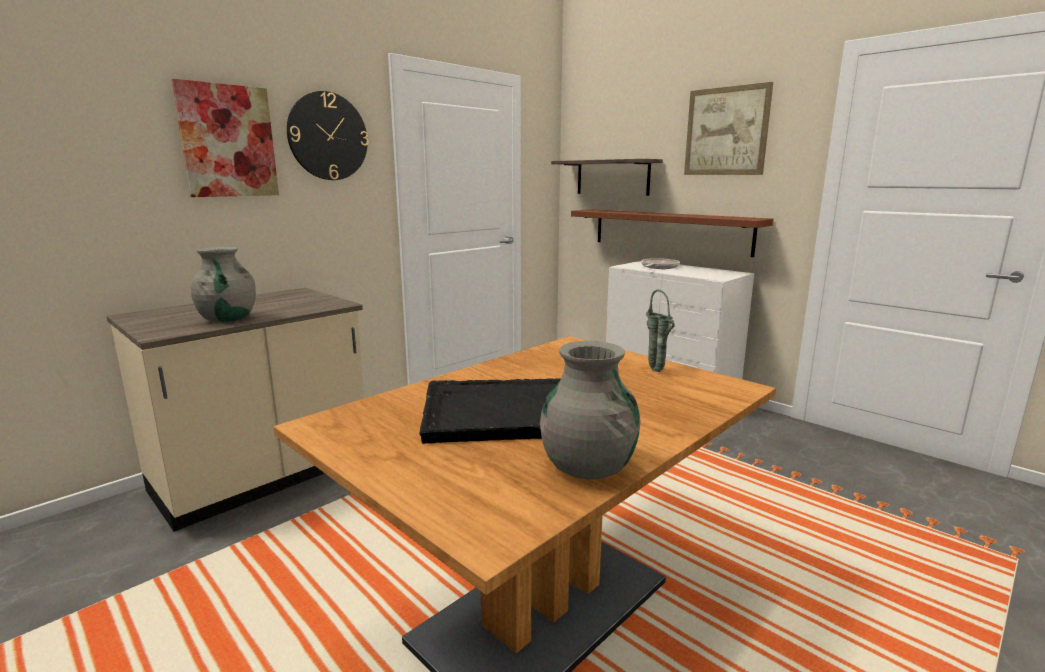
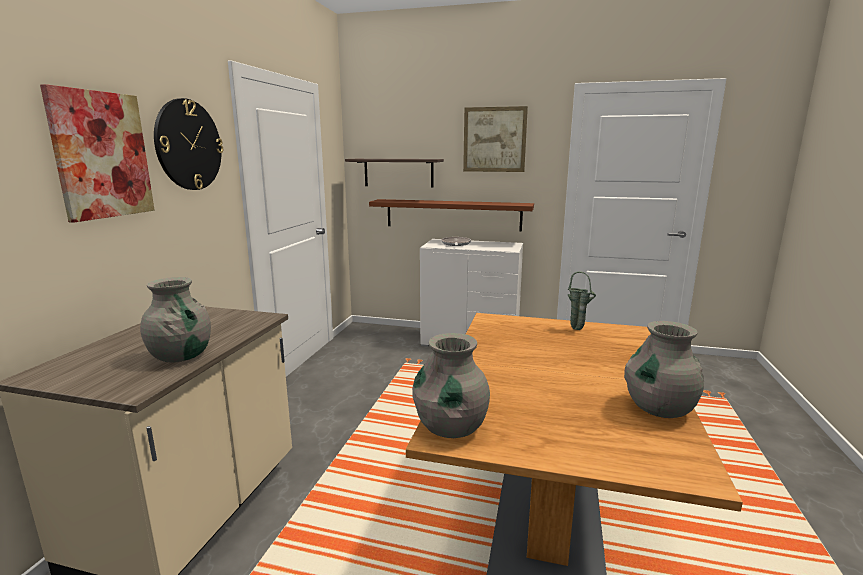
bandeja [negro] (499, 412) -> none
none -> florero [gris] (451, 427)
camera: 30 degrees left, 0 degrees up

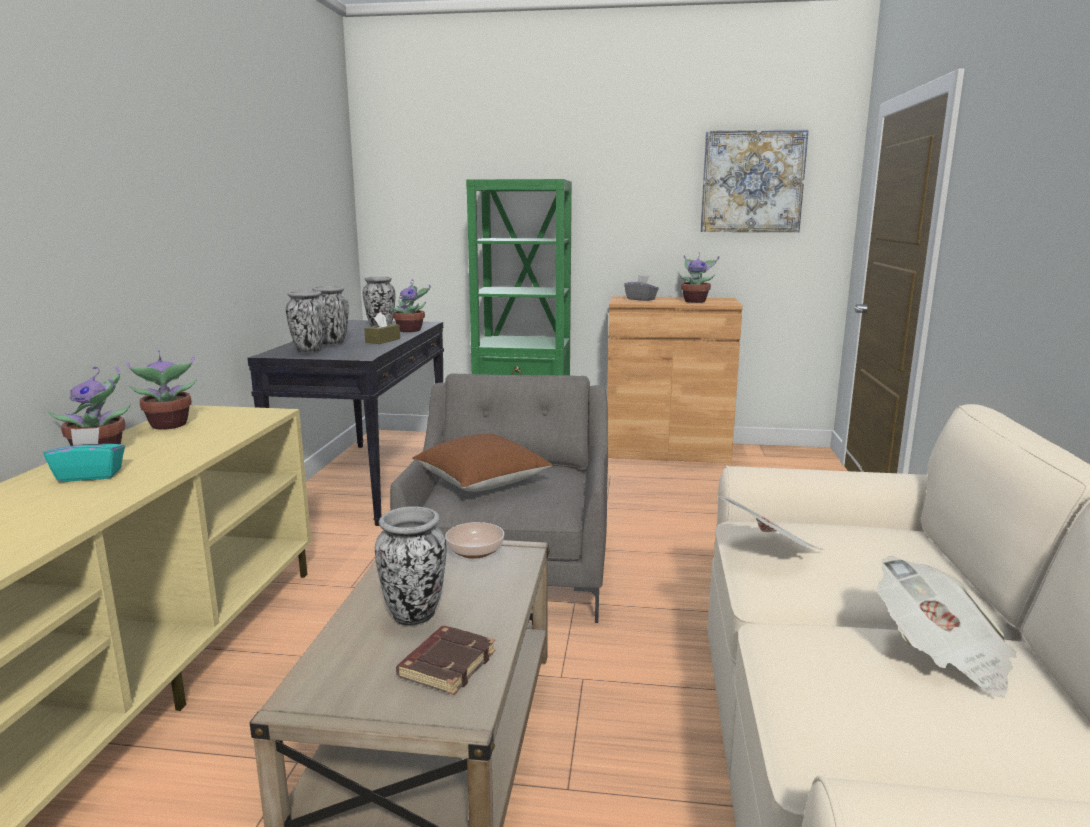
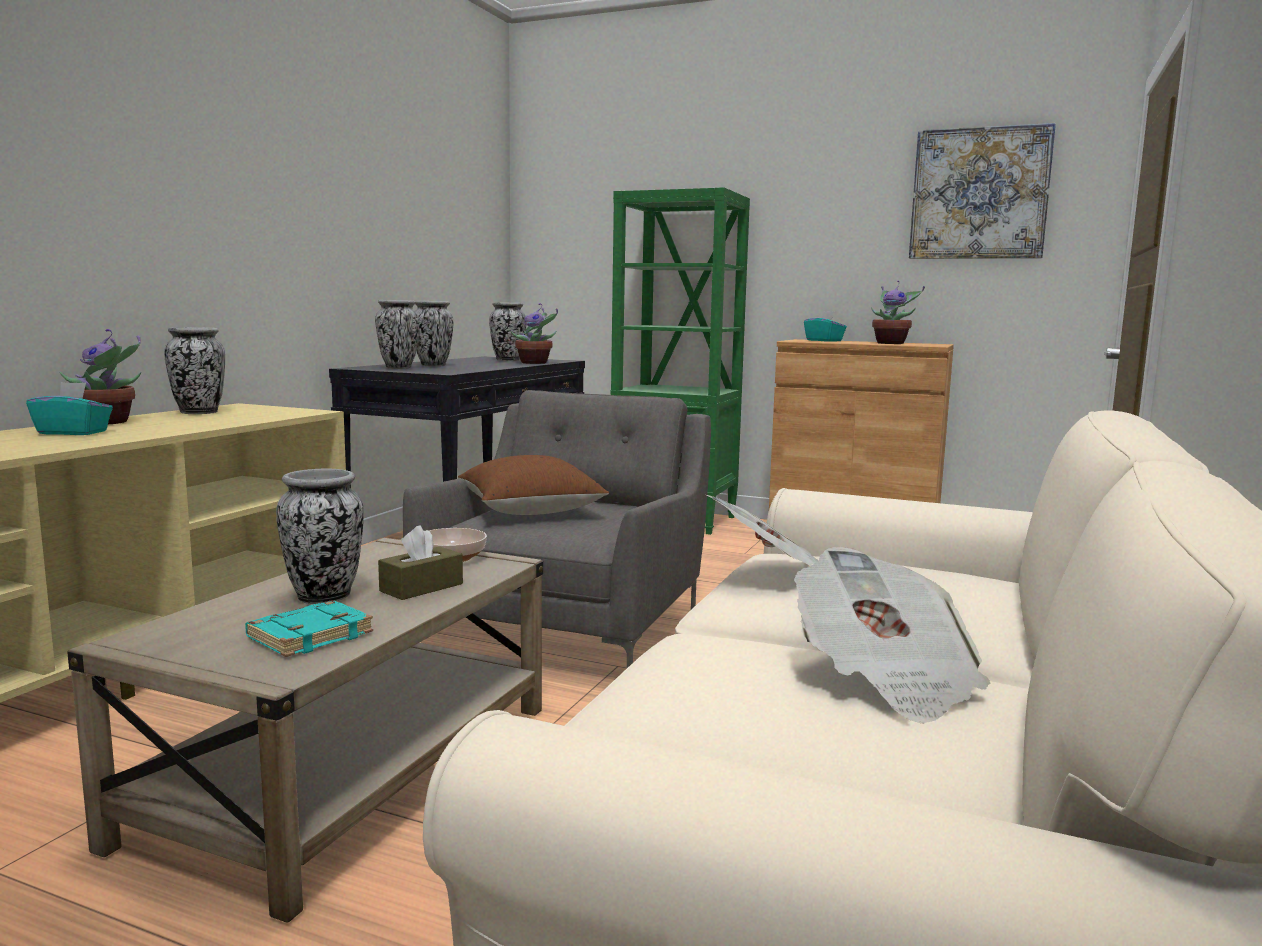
caja de pañuelos [marrón] (383, 340) -> caja de pañuelos [marrón] (421, 587), relocated
planta en maceta (169, 426) -> florero (199, 412)
libro [marrón] (446, 664) -> libro [turquesa] (310, 635)
caja de pañuelos [gris] (641, 299) -> caja de pañuelos [turquesa] (824, 341)
camera: 15 degrees right, 5 degrees down

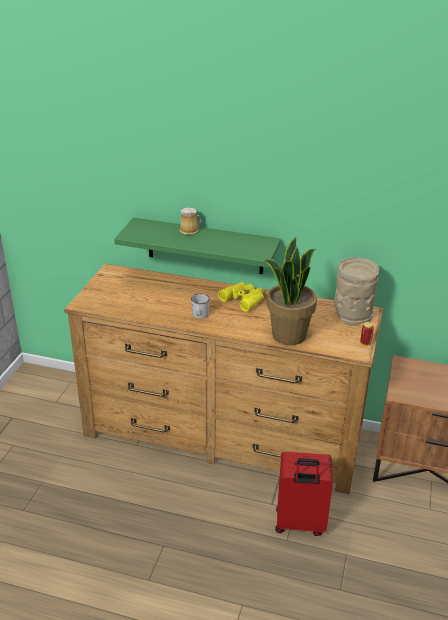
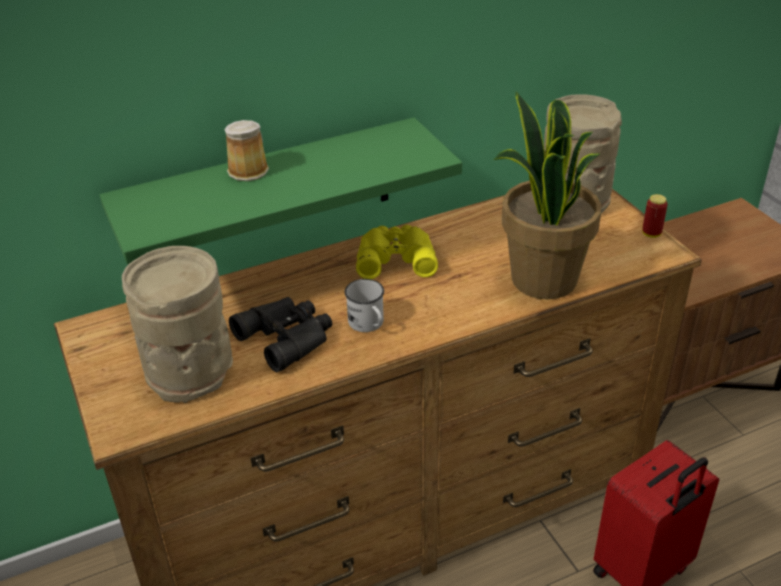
none -> florero [beis] (191, 372)
none -> prismáticos [negro] (288, 336)
camera: 40 degrees left, 5 degrees up

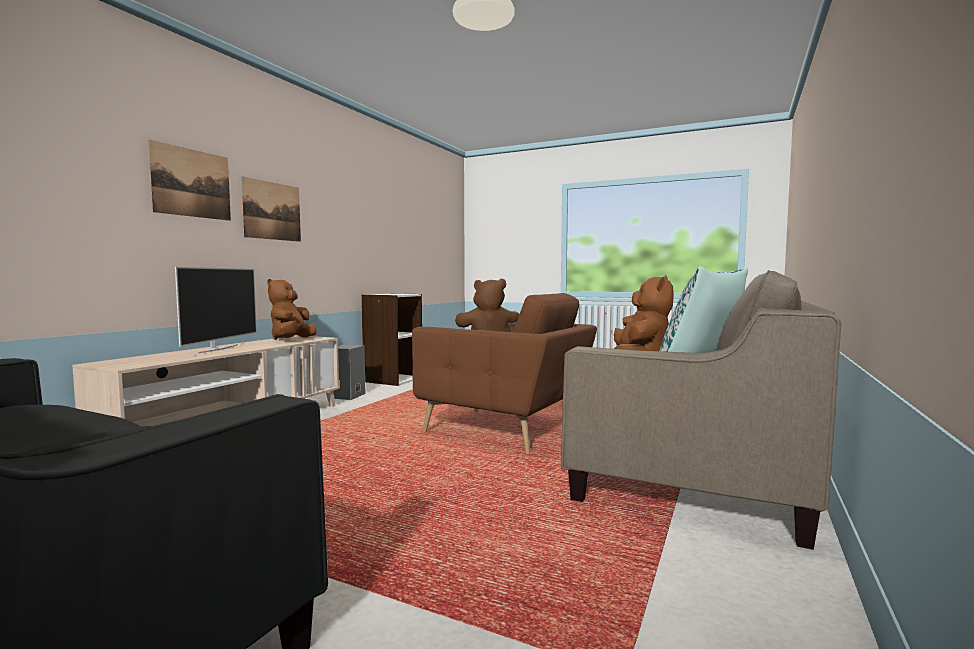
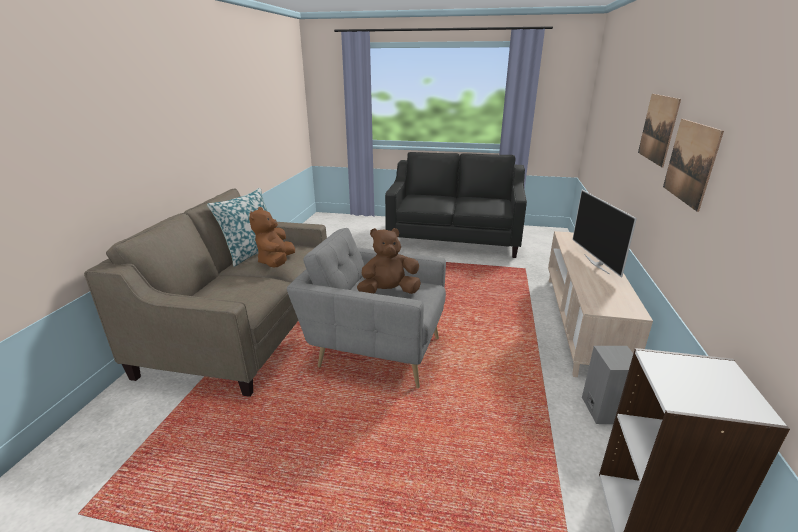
peluche [marrón] (291, 340) -> none
sillón [marrón] (504, 431) -> sillón [gris] (375, 350)
camera: 165 degrees right, 20 degrees up

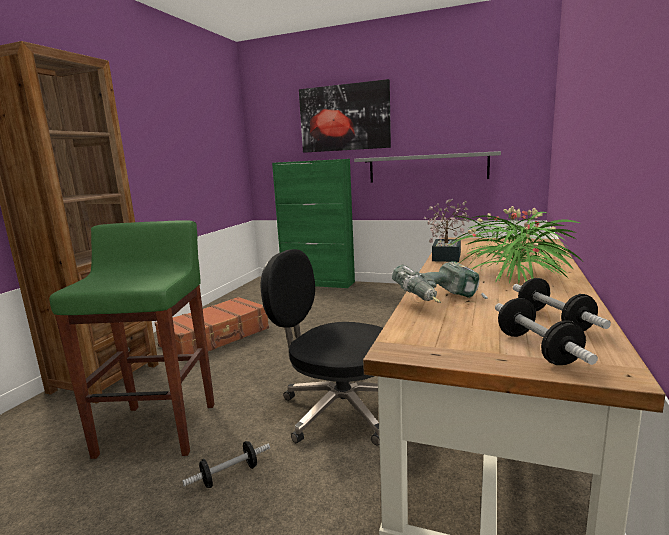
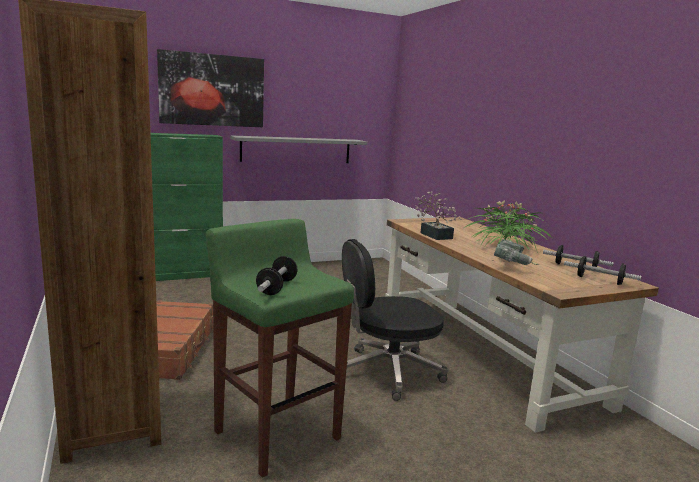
mancuerna (229, 475) -> mancuerna (277, 287), relocated
camera: 45 degrees left, 0 degrees up

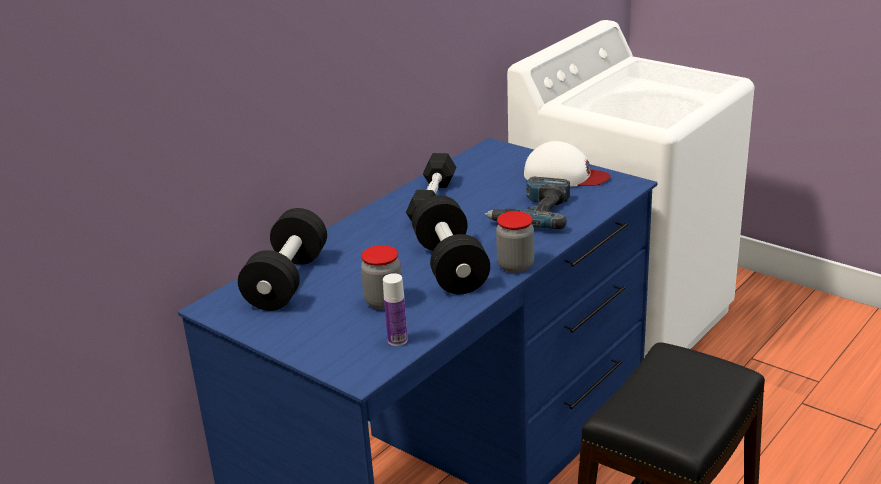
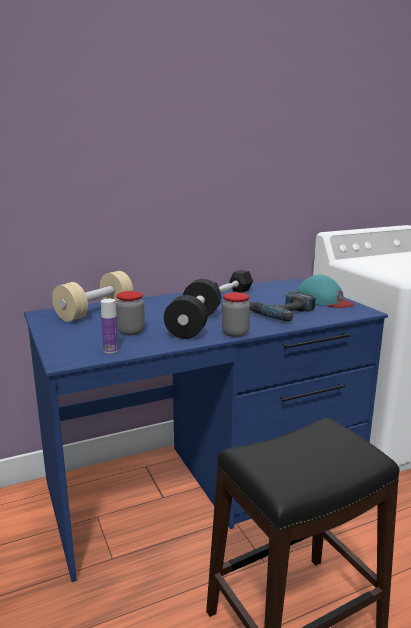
mancuerna [negro] (287, 281) -> mancuerna [beis] (95, 312)
gorra [blanco] (564, 176) -> gorra [turquesa] (324, 300)
camera: 25 degrees right, 10 degrees down

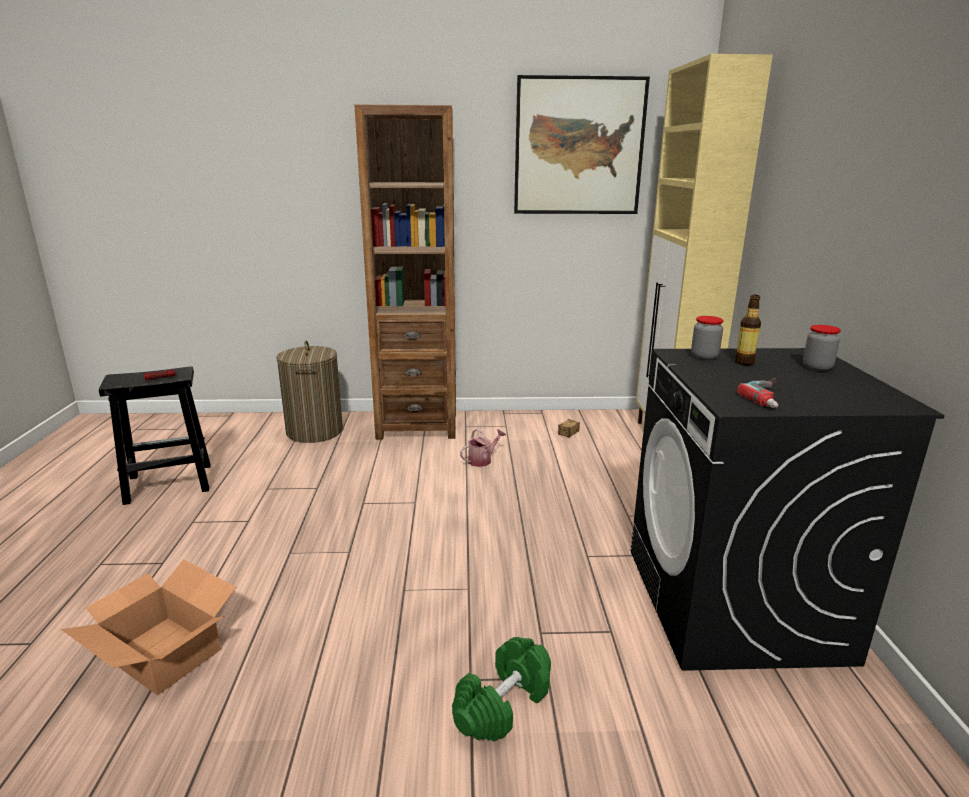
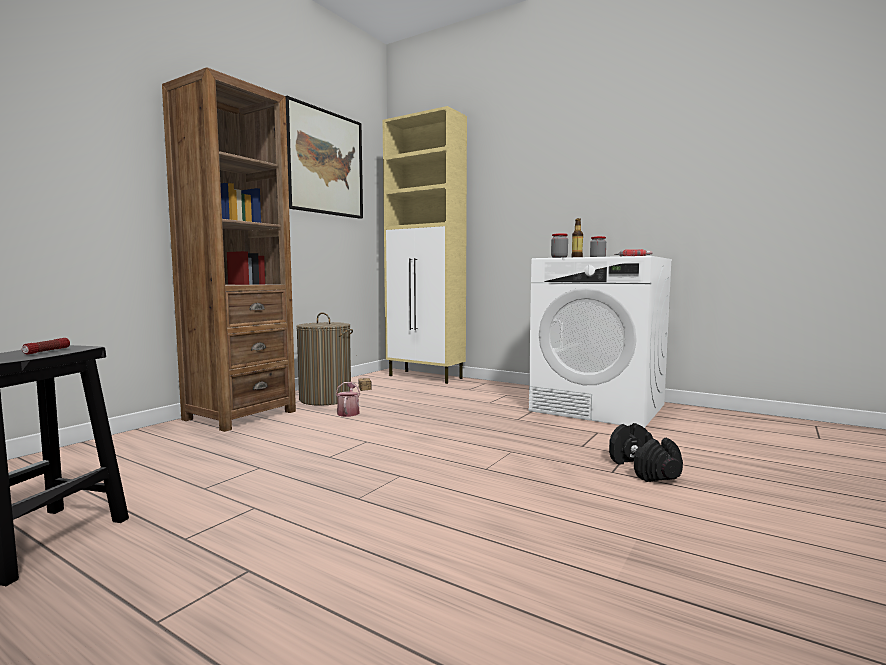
caja de cartón (164, 653) -> none
cesto de la ropa (314, 431) -> cesto de la ropa (325, 399), relocated
mancuerna [verde] (503, 705) -> mancuerna [negro] (643, 469)
lavadora [negro] (734, 603) -> lavadora [blanco] (599, 408)
camera: 55 degrees left, 15 degrees down

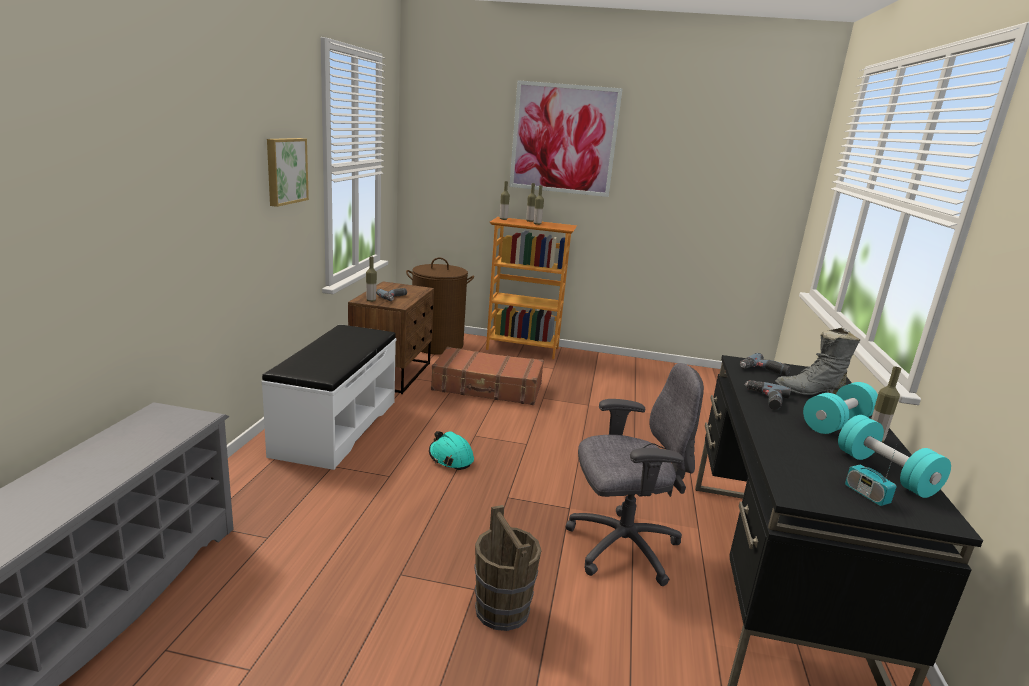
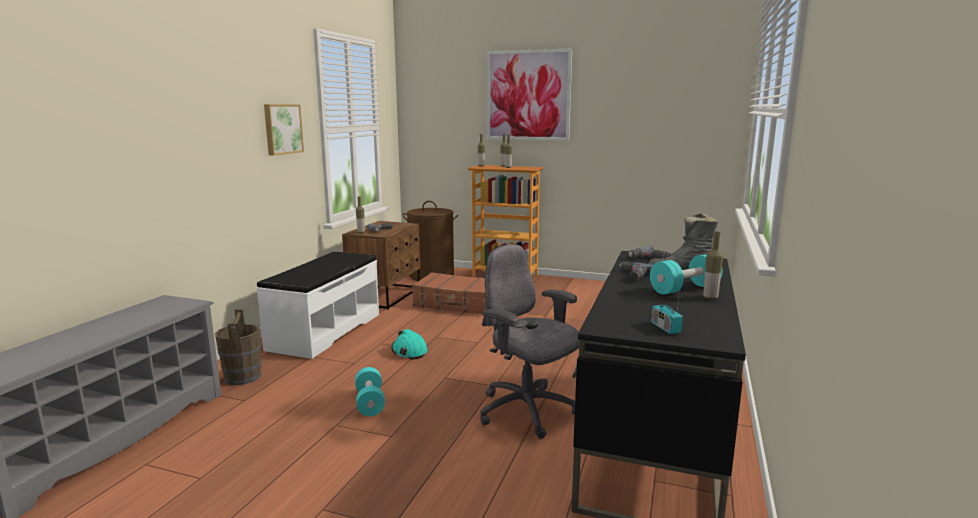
cubo [marrón] (502, 610) -> cubo [marrón] (242, 377), relocated
mancuerna [turquesa] (885, 473) -> mancuerna [turquesa] (370, 402), relocated
silla de oficina [gris] (621, 547) -> silla de oficina [gris] (527, 412), 135 degrees counterclockwise
camera: 10 degrees right, 5 degrees down

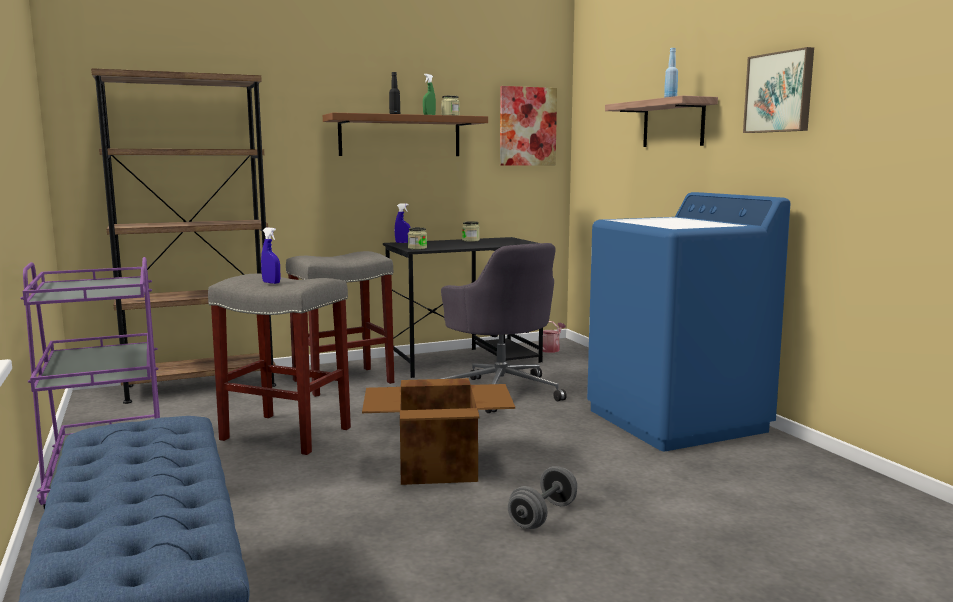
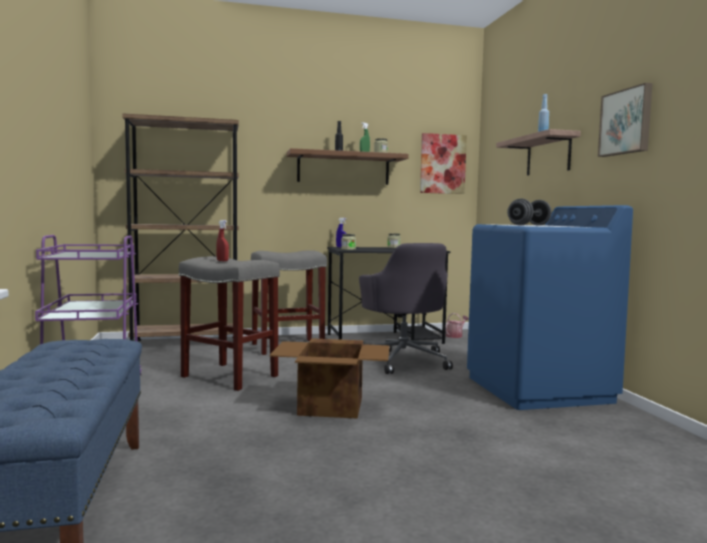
mancuerna [gris] (543, 515) -> mancuerna [gris] (529, 225), relocated
pulverizador [azul] (271, 283) -> pulverizador [rojo] (222, 261)
camera: 10 degrees right, 5 degrees down

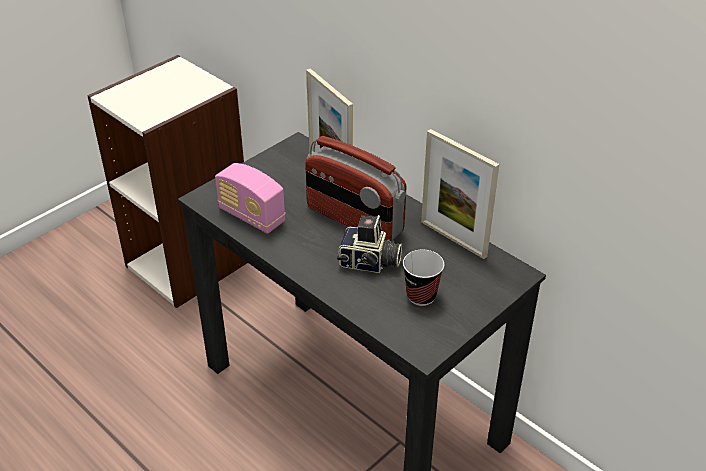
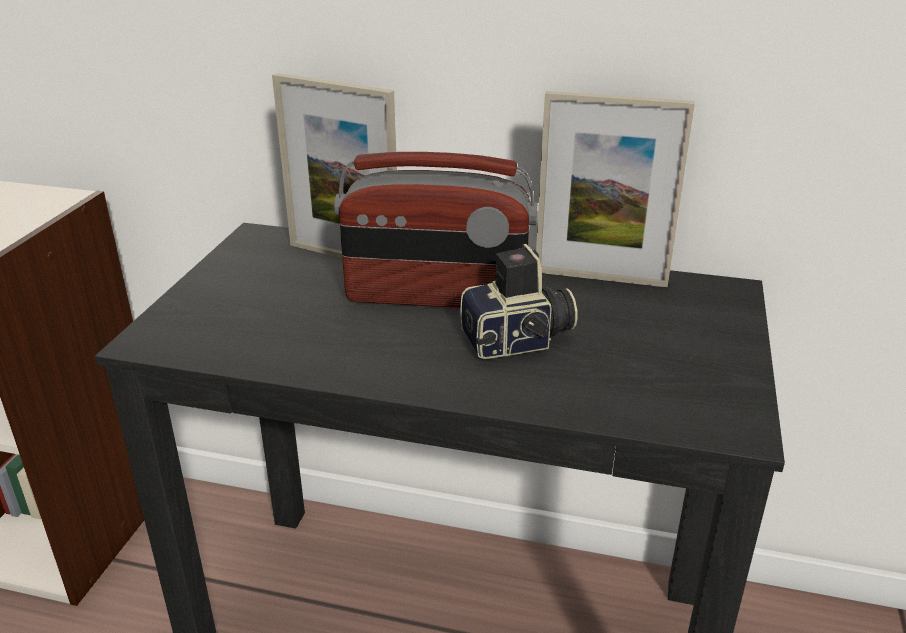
radio (251, 216) -> none
taza (421, 296) -> none
camera: 30 degrees left, 10 degrees down

